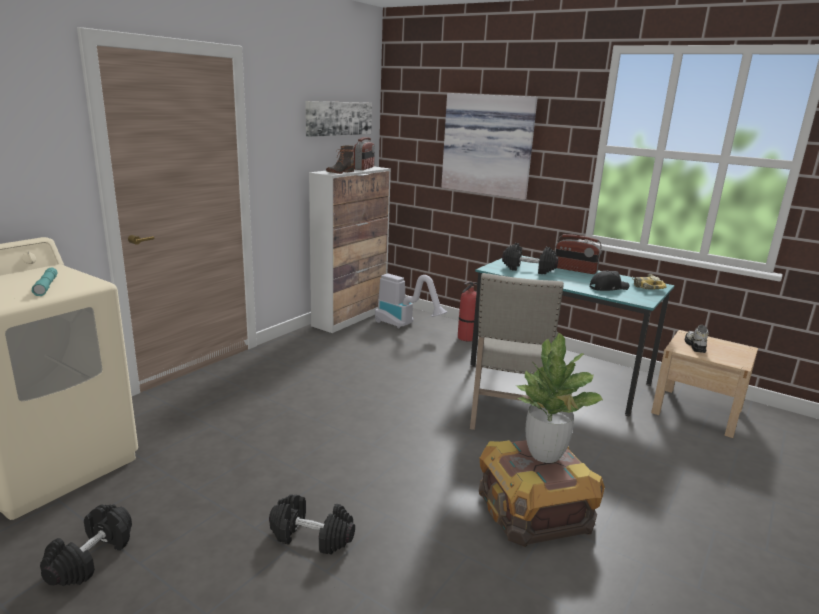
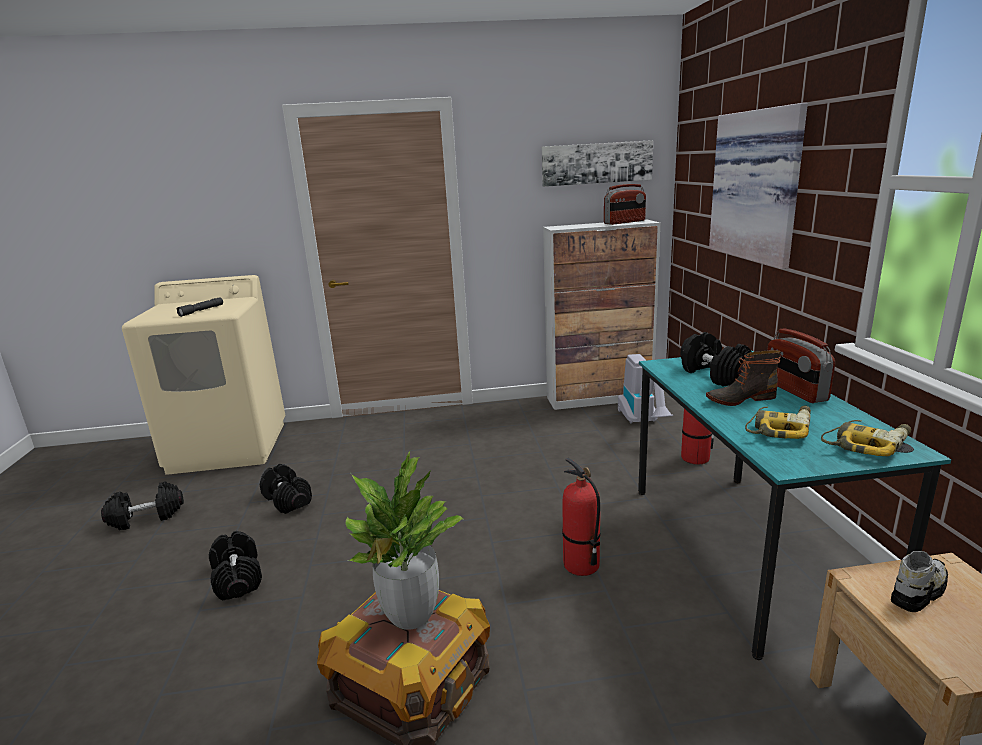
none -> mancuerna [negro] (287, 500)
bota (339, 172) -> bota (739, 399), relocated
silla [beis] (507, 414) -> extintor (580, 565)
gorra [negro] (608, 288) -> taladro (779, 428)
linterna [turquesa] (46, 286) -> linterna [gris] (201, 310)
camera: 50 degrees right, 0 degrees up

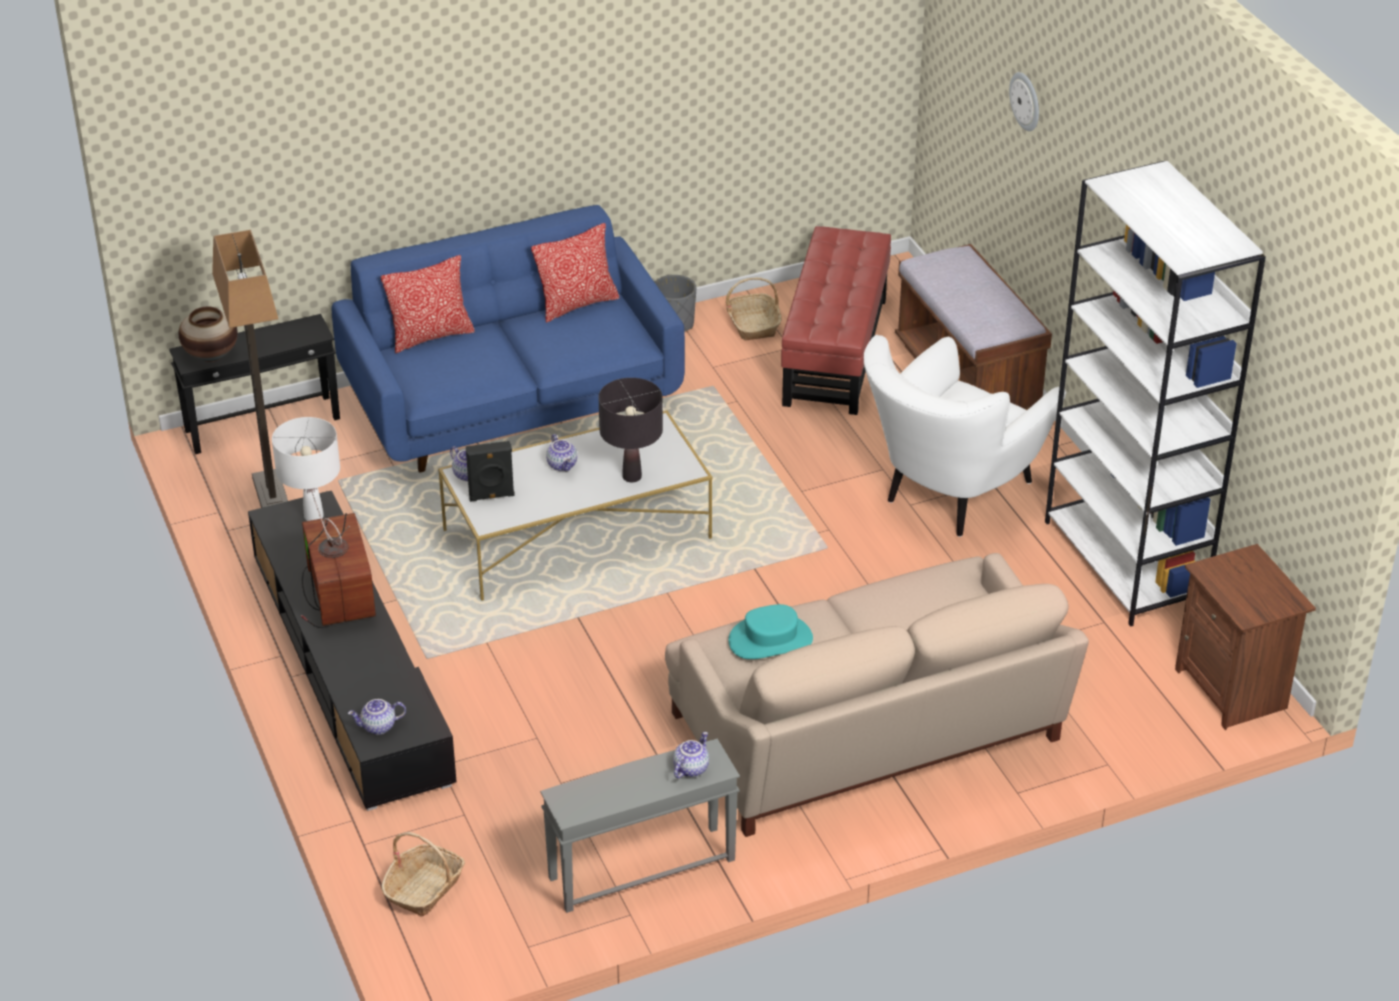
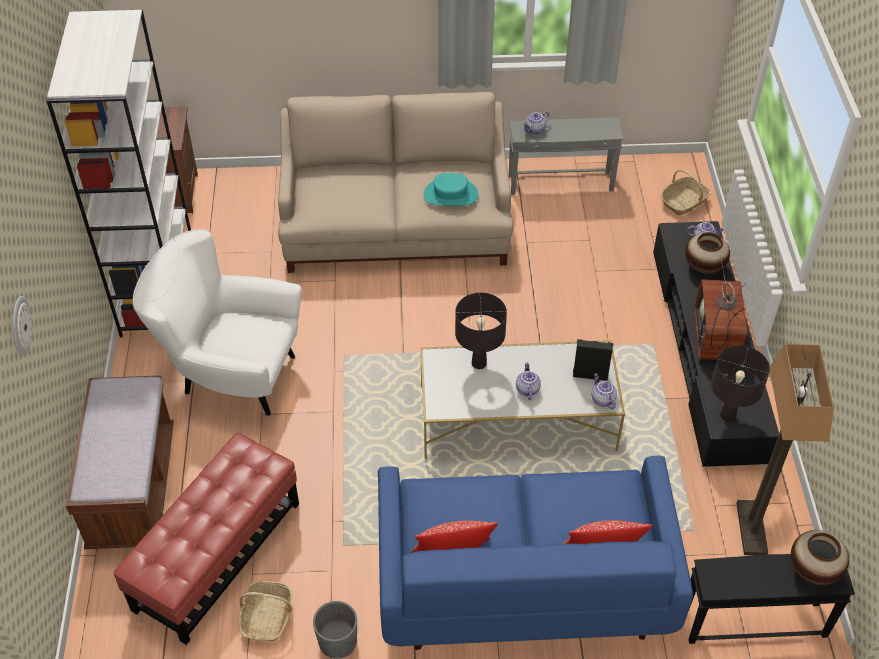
none -> florero (704, 267)
lámpara de mesa [blanco] (313, 516) -> lámpara de mesa [negro] (728, 416)
sillón [blanco] (950, 496) -> sillón [blanco] (231, 375), 135 degrees counterclockwise
camera: 160 degrees left, 10 degrees up

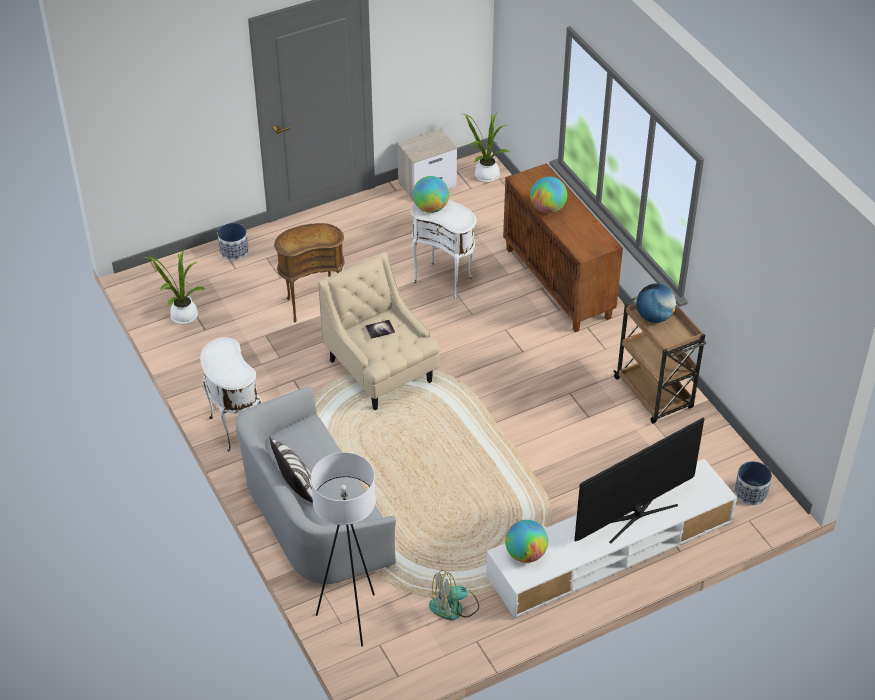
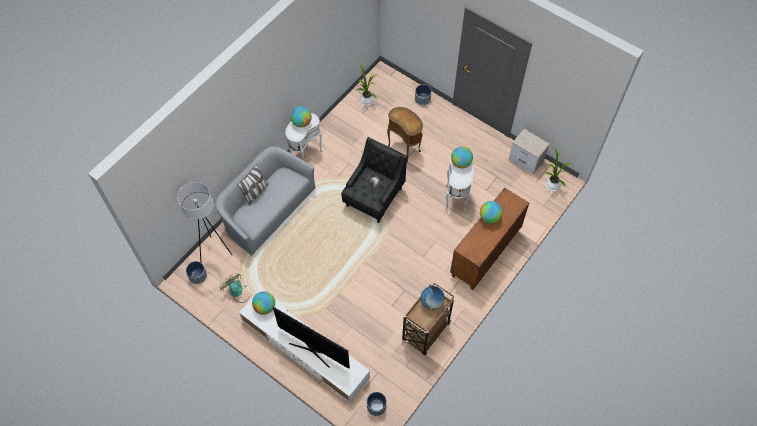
none -> maceta (198, 276)
none -> globo terráqueo (301, 123)
sillón [beis] (381, 372) -> sillón [negro] (373, 198)
camera: 65 degrees right, 15 degrees up

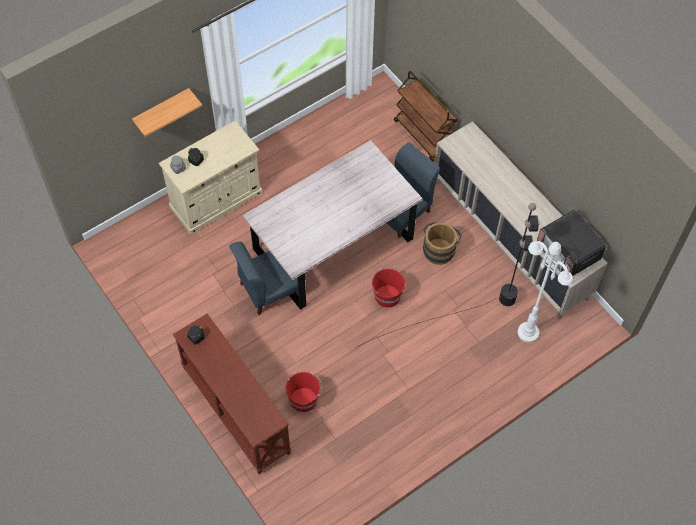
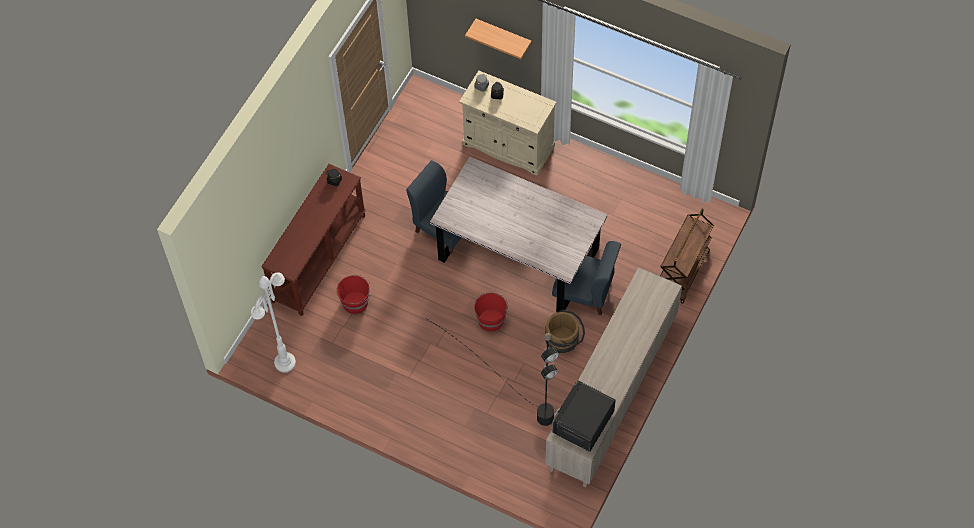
lámpara de pie [blanco] (527, 332) -> lámpara de pie [blanco] (285, 362), relocated
camera: 65 degrees right, 0 degrees up

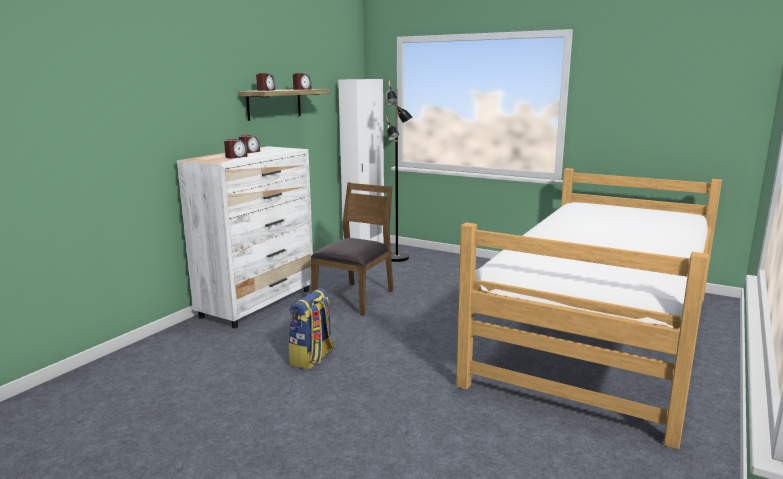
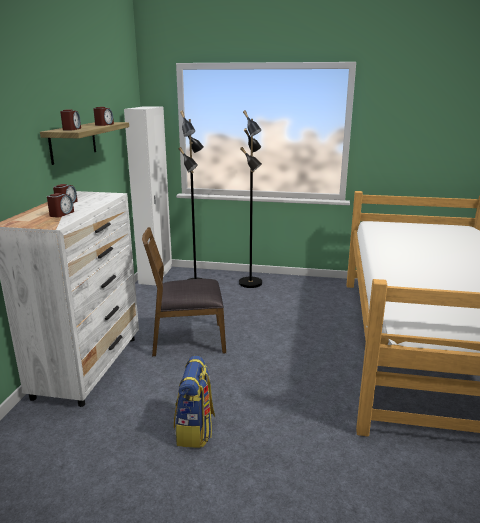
none -> lámpara de pie [negro] (251, 283)
silla [marrón] (355, 297) -> silla [marrón] (187, 340), 105 degrees counterclockwise
camera: 20 degrees left, 5 degrees up

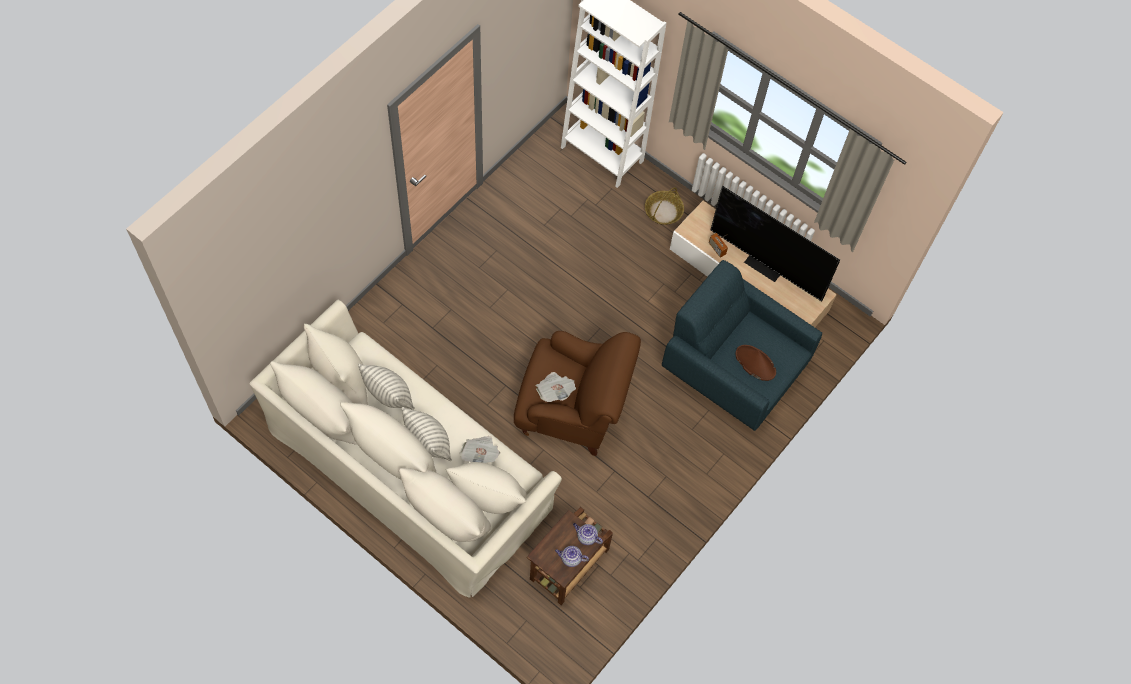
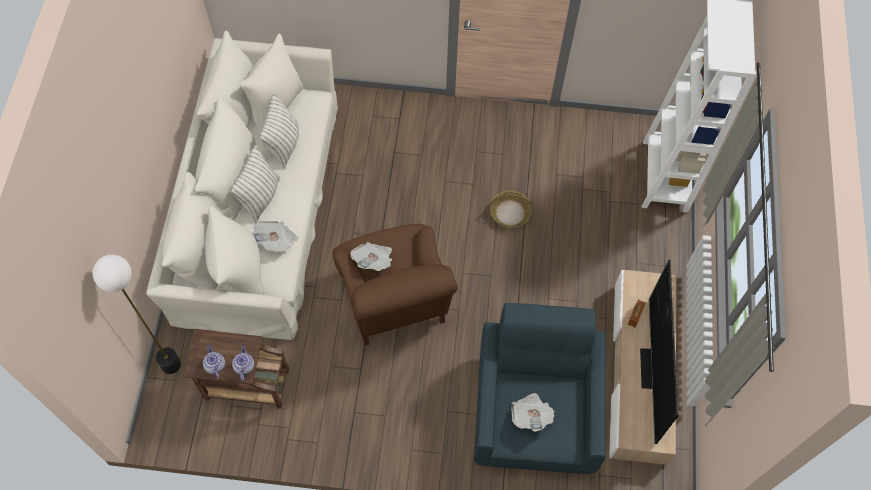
none -> lámpara de pie (170, 364)
cesta (663, 211) -> cesta (510, 213), relocated
sombrero [marrón] (755, 363) -> periódico (531, 415)
camera: 60 degrees right, 0 degrees up

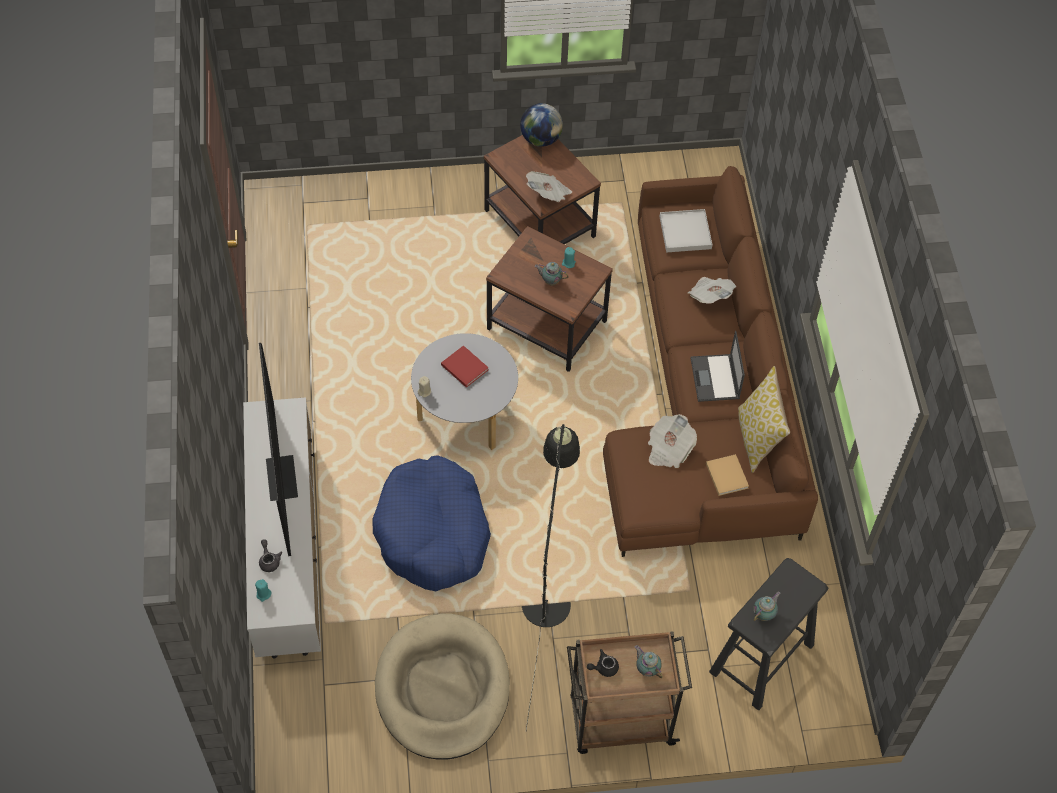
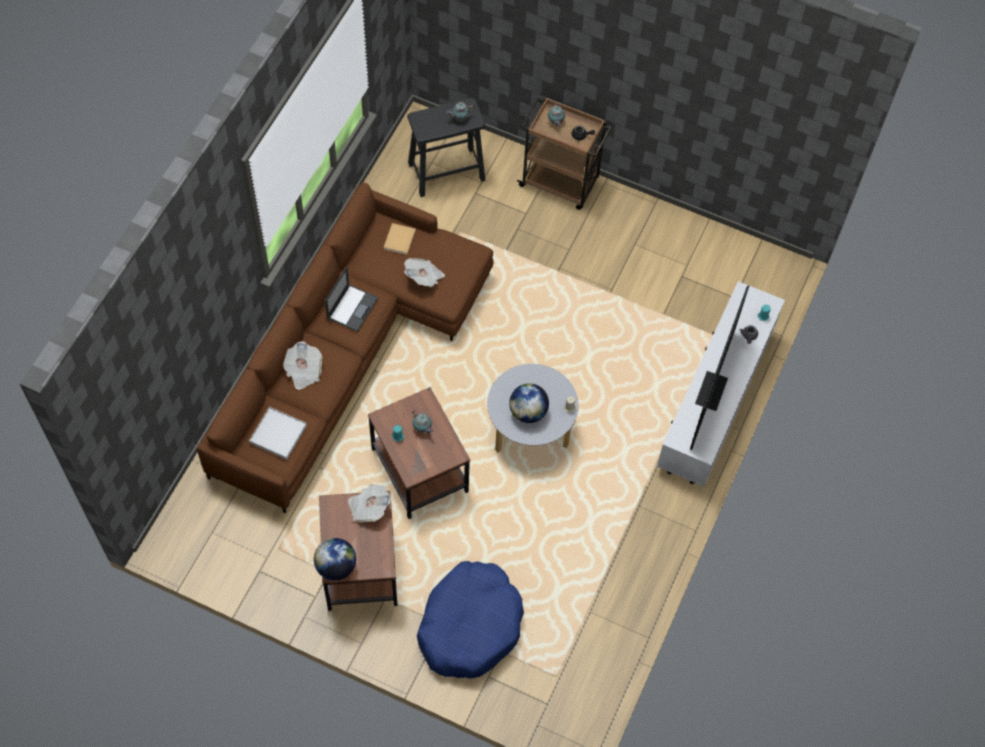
cama para perro [beis] (442, 689) -> none
lámpara de pie [negro] (547, 592) -> none
cojín (758, 439) -> none
cama para perro [azul] (433, 533) -> cama para perro [azul] (470, 625), relocated
libro [rojo] (463, 366) -> globo terráqueo (528, 412)
camera: 150 degrees left, 5 degrees up

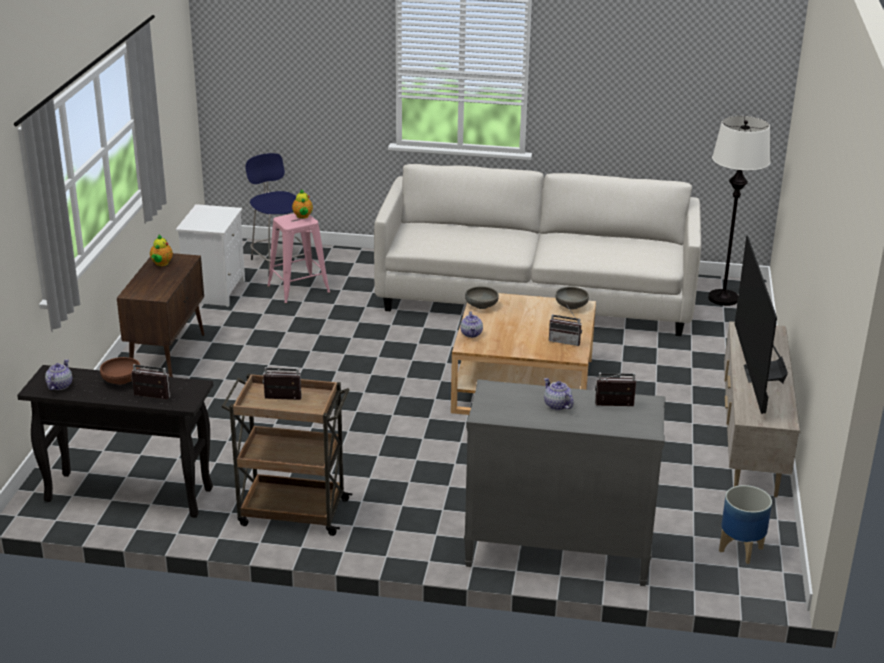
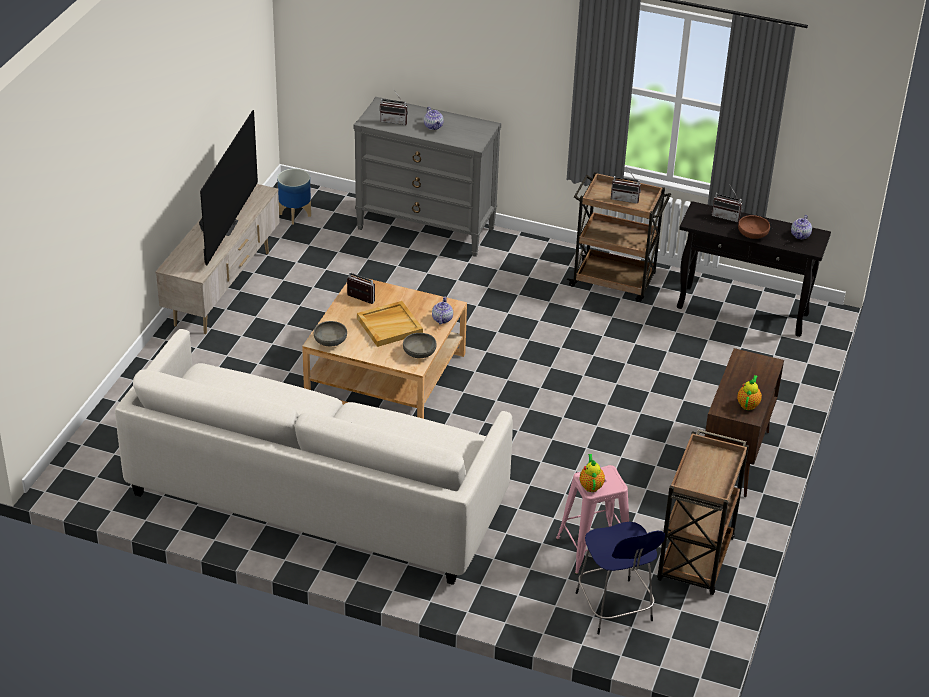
lámpara de pie [blanco] (723, 298) -> none
none -> bandeja [beis] (390, 325)
mesita de noche [blanco] (214, 291) -> carrito [marrón] (695, 561)
camera: 170 degrees left, 10 degrees up

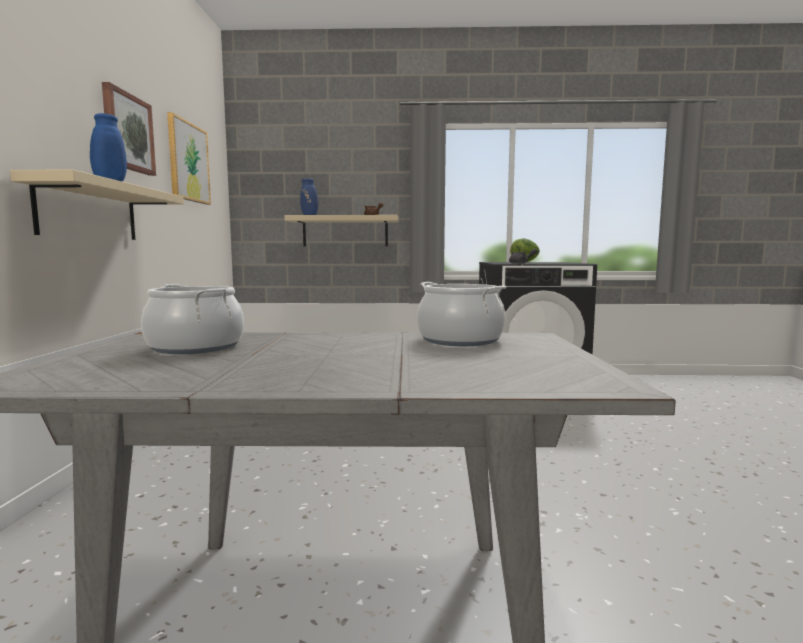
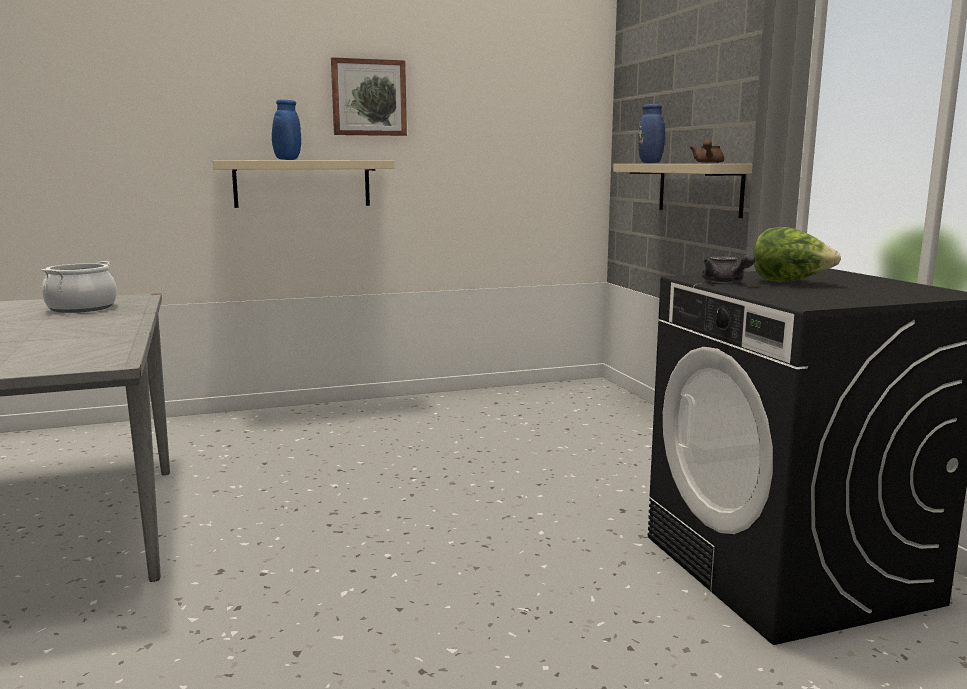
cuadro (188, 162) -> none
olla (460, 340) -> none
camera: 70 degrees right, 5 degrees up

